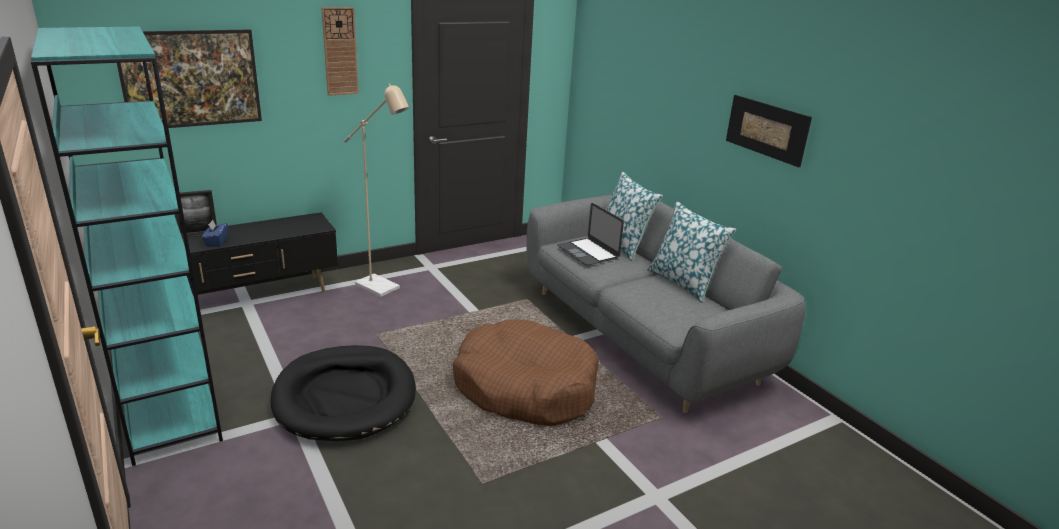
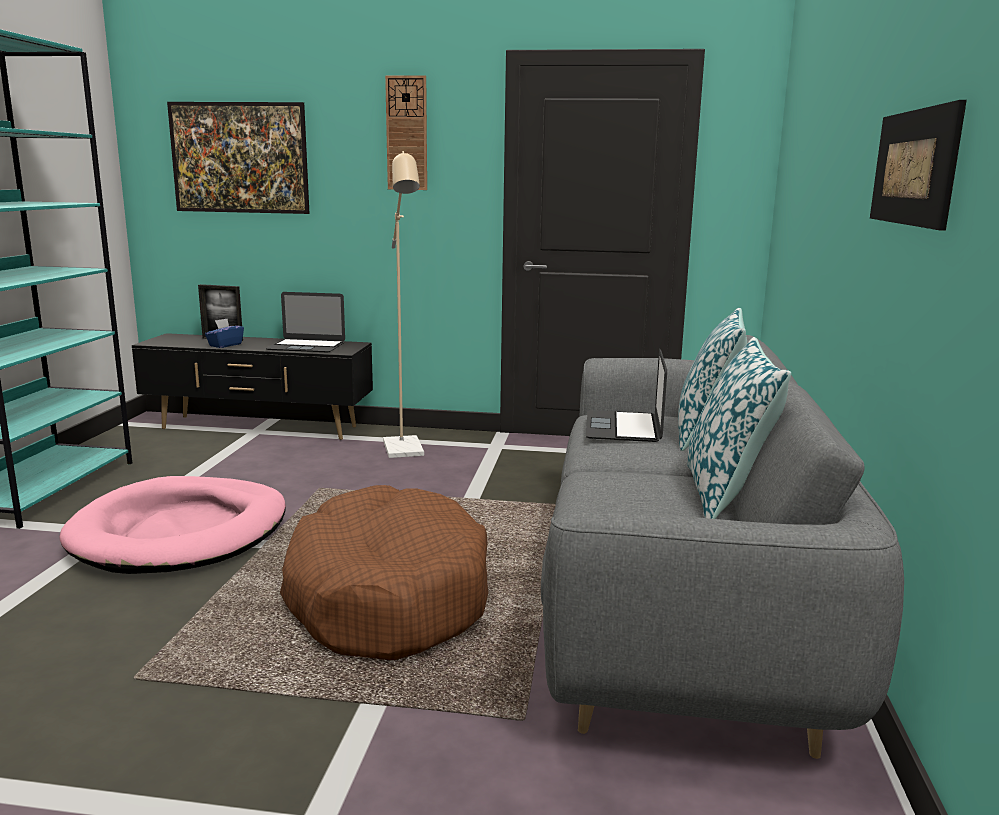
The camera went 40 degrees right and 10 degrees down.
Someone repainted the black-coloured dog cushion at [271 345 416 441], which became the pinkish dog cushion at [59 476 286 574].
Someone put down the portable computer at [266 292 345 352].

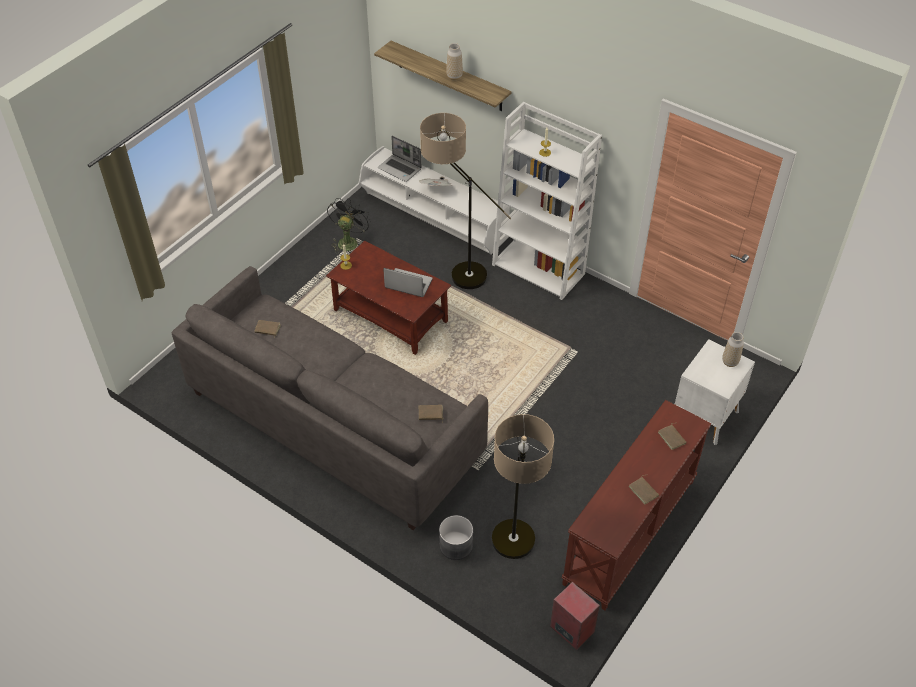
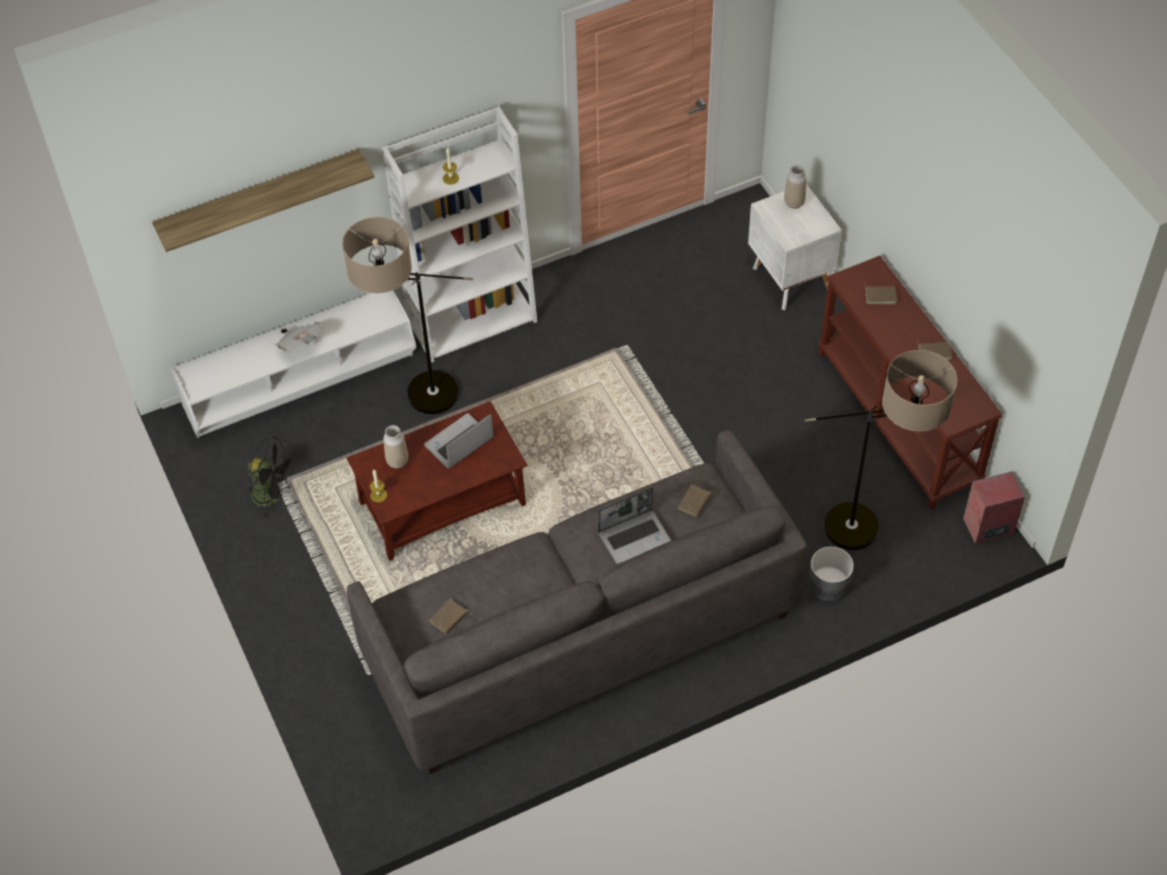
The camera went 60 degrees left and 5 degrees up.
Someone rotated the black-coloured cooling fan at [327 198 371 254] by 150 degrees clockwise.
Someone carried the flower vase from [447 43 463 80] to [384 425 408 469].
Someone carried the portable computer from [378 136 422 182] to [597 487 671 564].

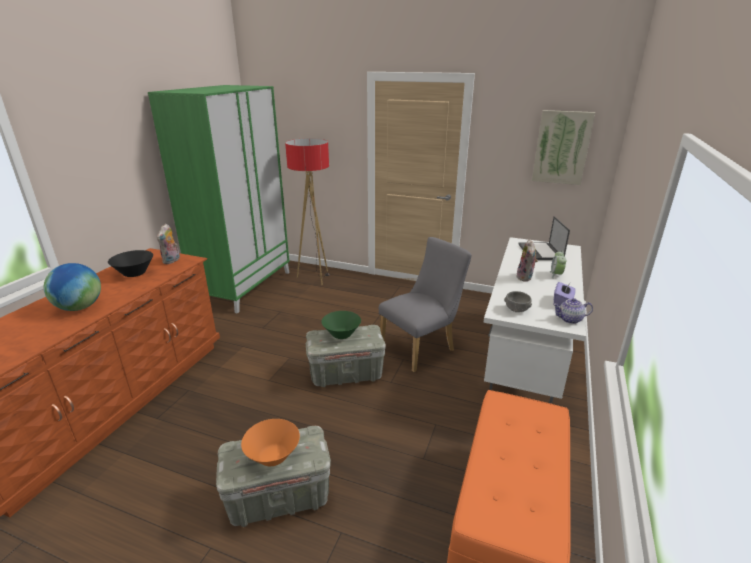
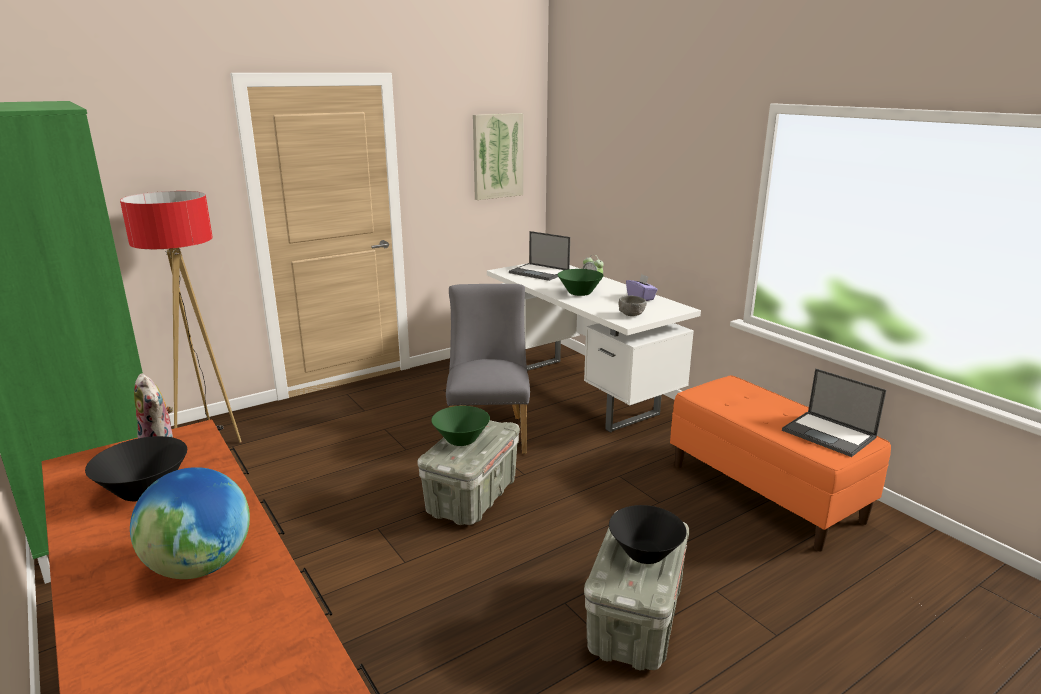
The camera went 55 degrees left and 5 degrees down.
Someone swapped the cuddly toy at [517 239 538 282] for the greenish serving bowl at [557 269 604 296].
Someone repainted the orange serving bowl at [241 419 300 466], which became the black-coloured serving bowl at [609 505 687 564].
Someone put down the portable computer at [782 368 886 457].
Someone took away the teapot at [553 298 593 324].

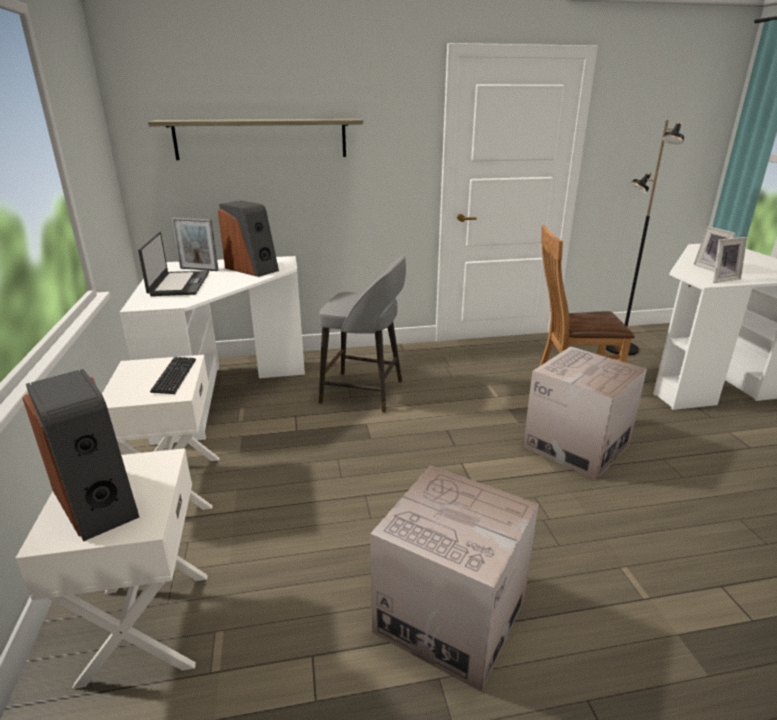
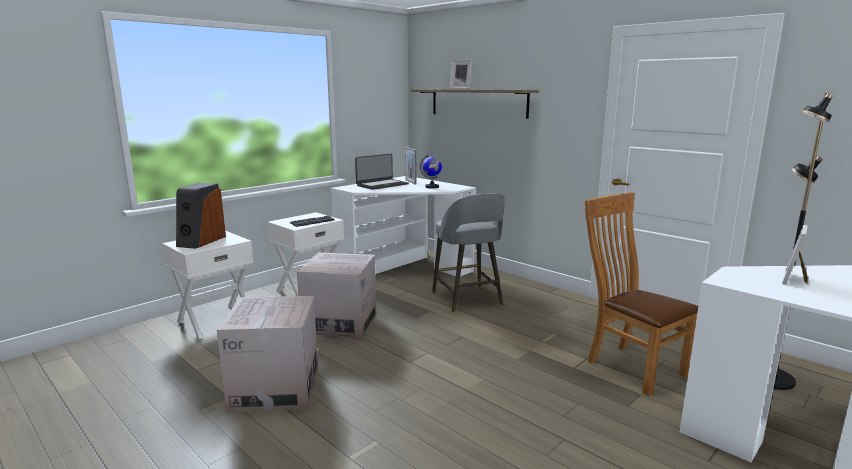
The camera went 55 degrees right and 10 degrees down.
Someone carried the packing box from [523 346 647 480] to [297 252 376 341].
Someone swapped the audio speaker at [218 201 279 277] for the globe at [420 154 442 189].
Someone carried the standing frame from [713 237 747 283] to [450 60 472 89].

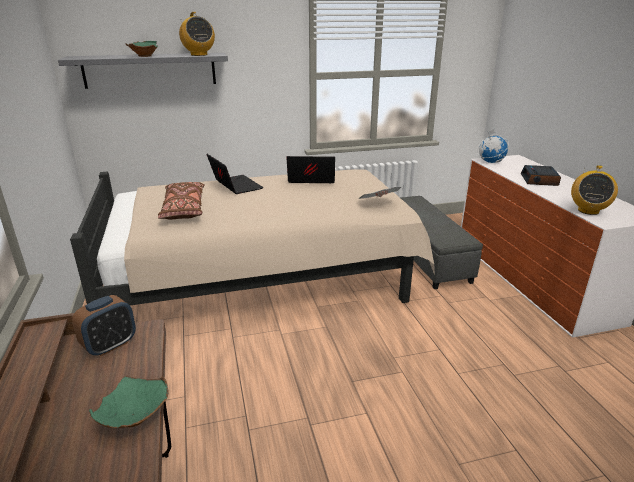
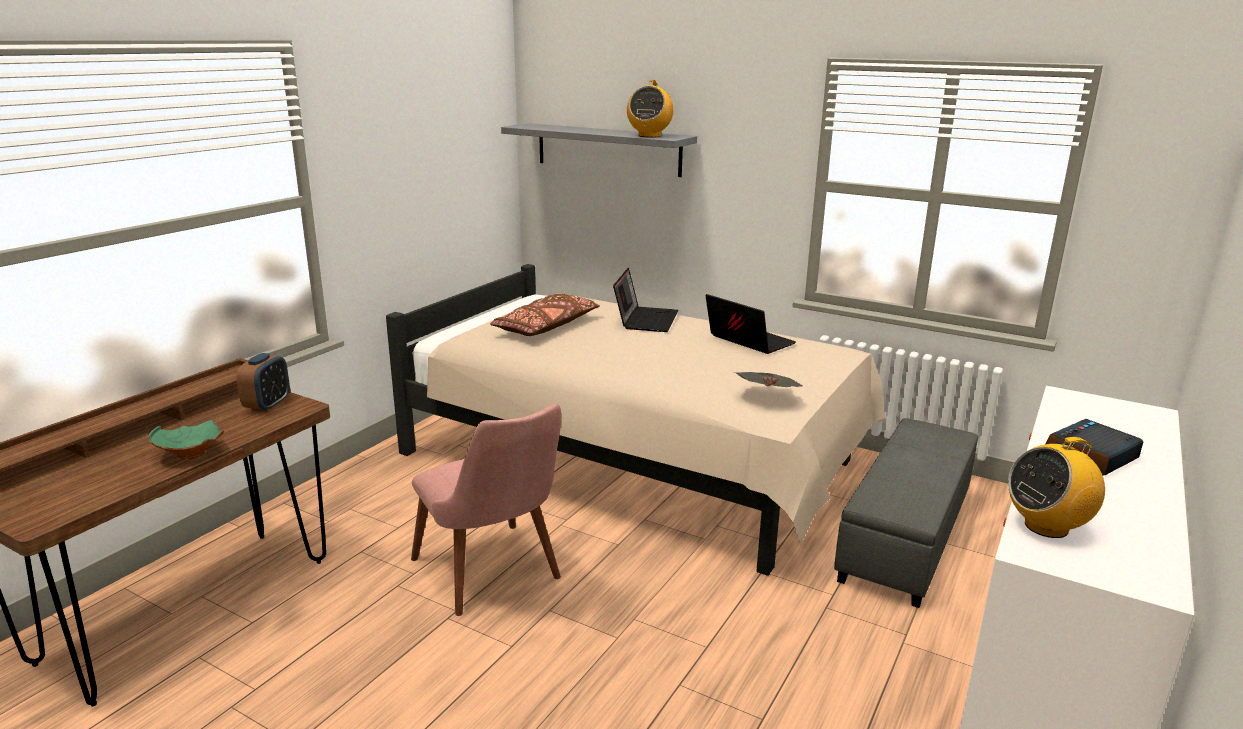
The camera went 45 degrees right and 5 degrees down.
Someone rotated the alarm clock at [72 295 136 356] by 75 degrees counterclockwise.
Someone put down the pinkish chair at [411 403 561 616].
Someone took away the greenish serving bowl at [125 41 158 57].
Someone took away the globe at [477 129 509 163].

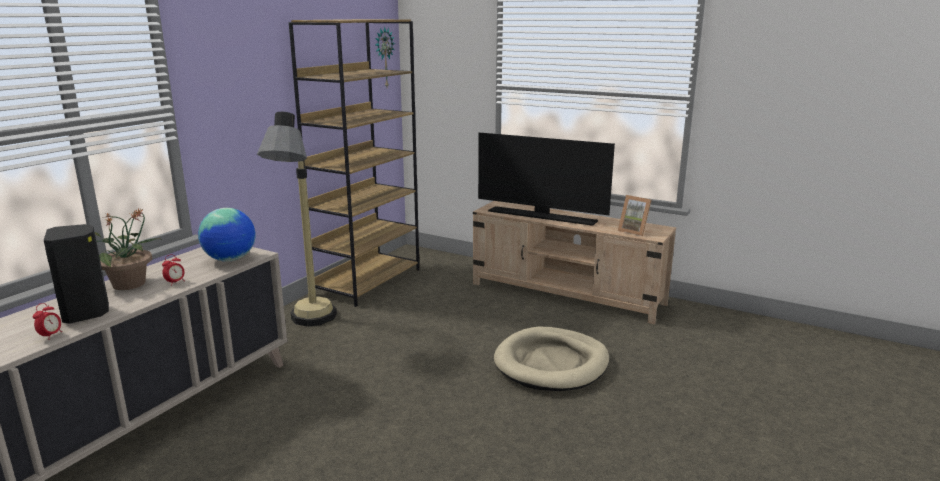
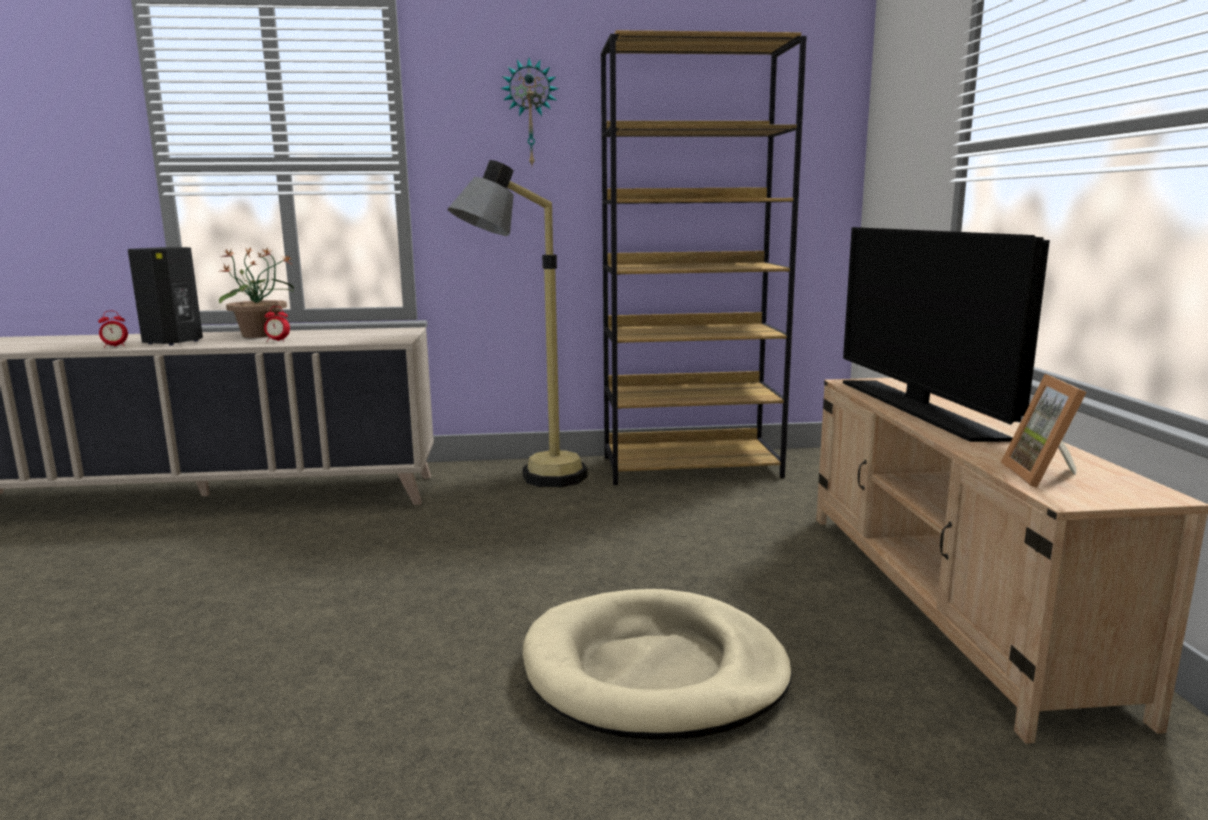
The camera went 55 degrees right and 5 degrees down.
Someone carried the clock on the wall from [375 26 395 87] to [501 58 559 165].
Someone took away the globe at [198 208 255 262].

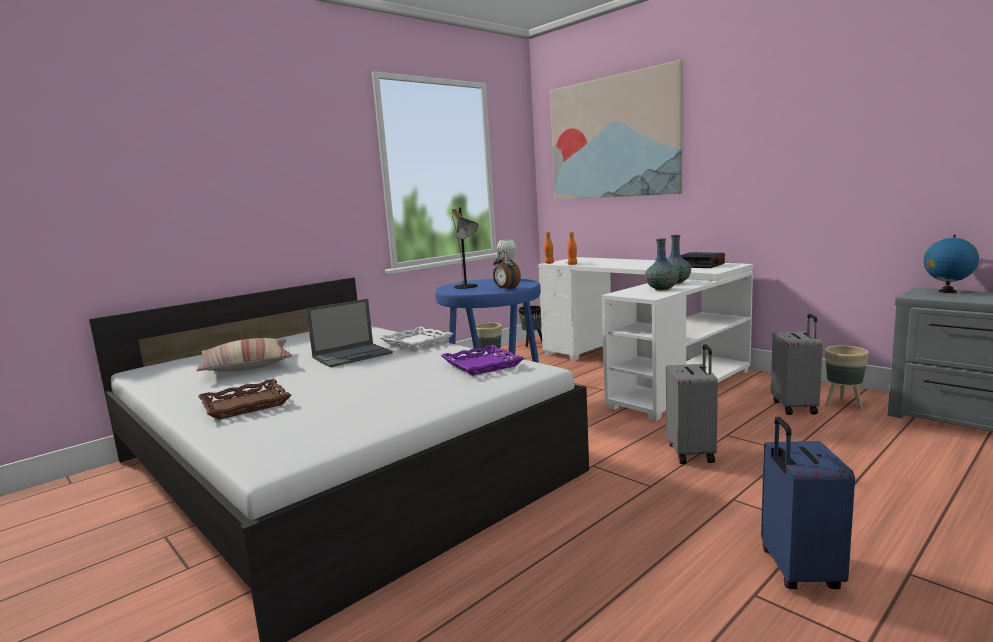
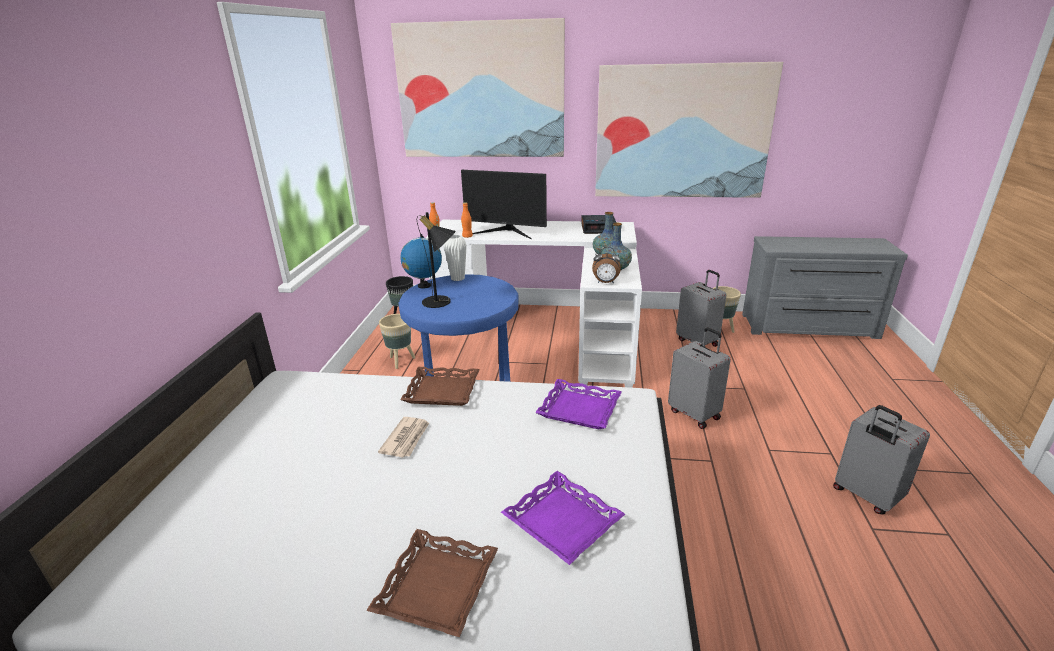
The camera went 40 degrees left and 15 degrees up.
Someone swapped the portable computer at [306 299 393 367] for the daily paper at [378 417 429 458].
Someone carried the globe from [924 235 979 293] to [400 234 442 288].
Someone repainted the whitish carrying tray at [379 327 454 350], which became the brown-coloured carrying tray at [400 367 480 406].
Someone put down the computer screen at [461 170 547 239].
Someone put down the purple carrying tray at [501 471 625 565].
Someone carried the alarm clock from [493 251 521 290] to [592 247 621 284].
Someone put up the wall picture at [595 62 783 198].
Someone repainted the blue-coloured travel case at [761 417 855 589], which became the gray travel case at [833 405 930 514].
Someone took away the throw pillow at [196 338 292 372].

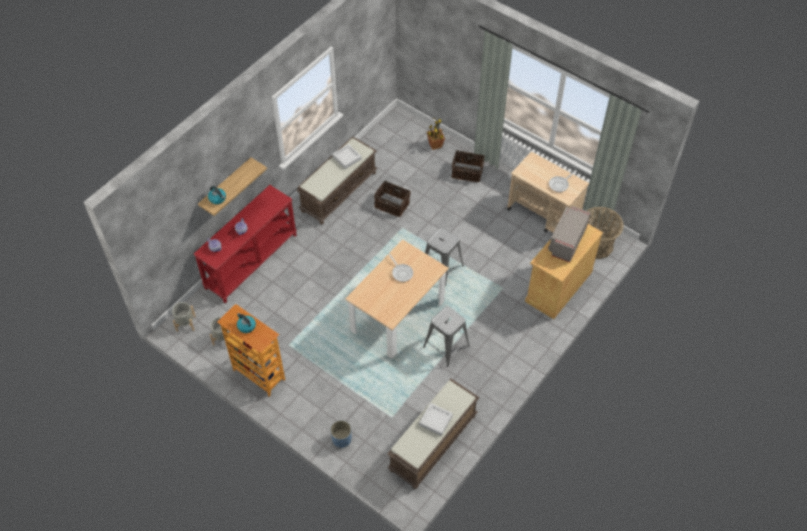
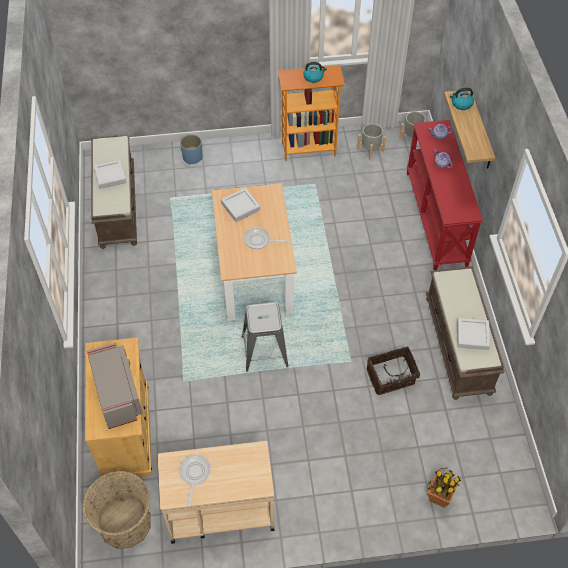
The camera went 135 degrees right and 0 degrees up.
Someone put down the gray carrying tray at [221 188 260 222].
Someone took away the gray stool at [423 306 470 367].
Someone took away the basket at [452 150 485 182].

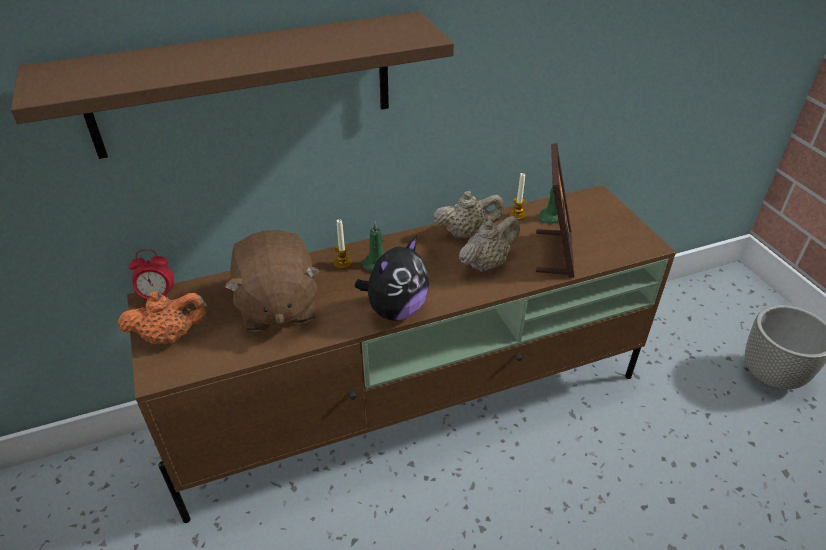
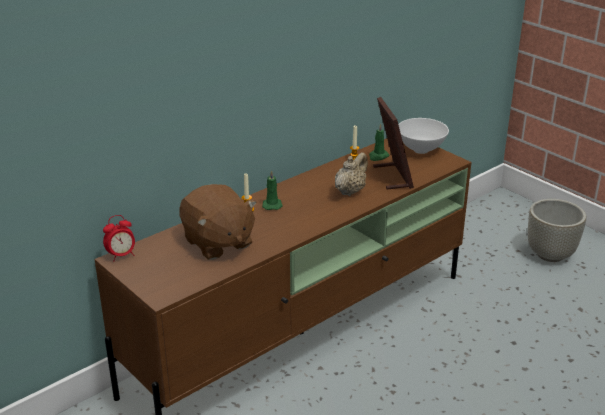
The camera went 20 degrees left and 10 degrees down.
Someone put down the whitish serving bowl at [398 118 449 154].
Someone took away the brown-coloured bracket shelf at [11 12 454 159].
Someone took away the orange teapot at [118 291 208 344].
Someone took away the cuddly toy at [355 236 429 321].
Someone took away the sand-coloured teapot at [433 191 504 238].

